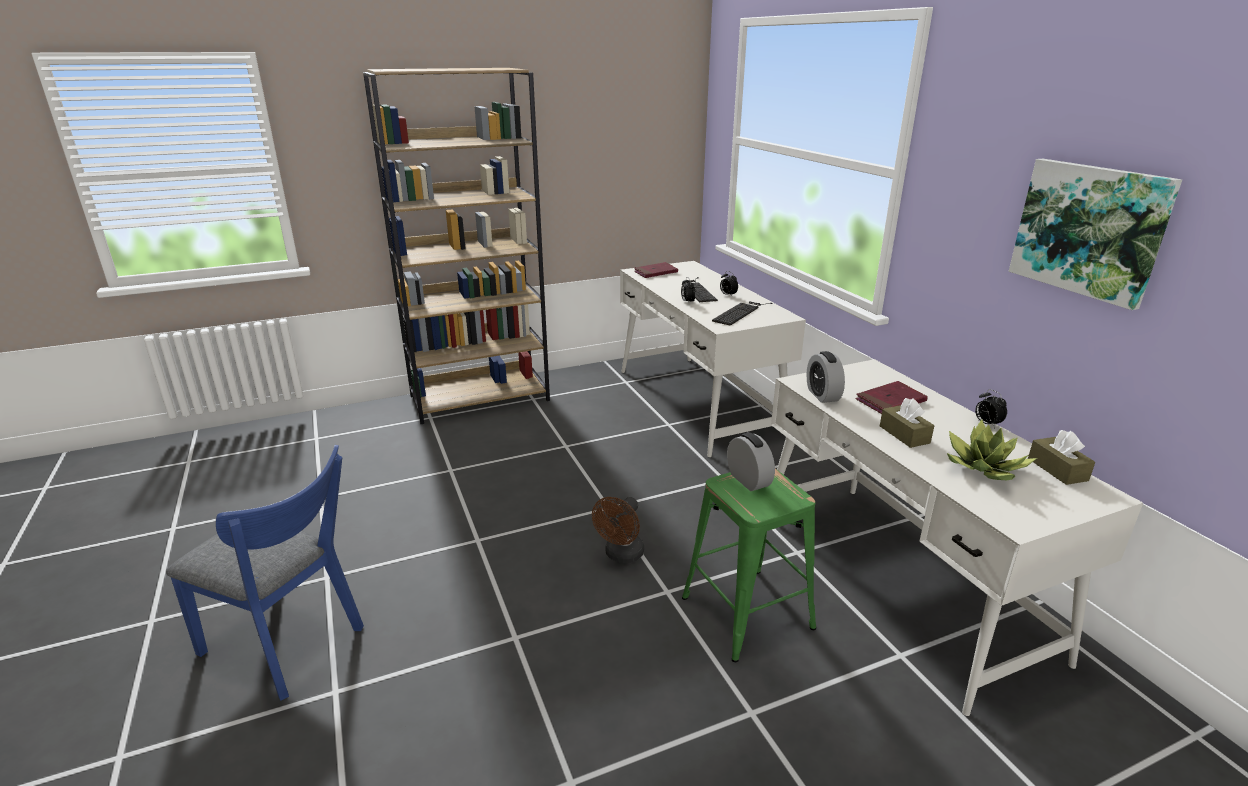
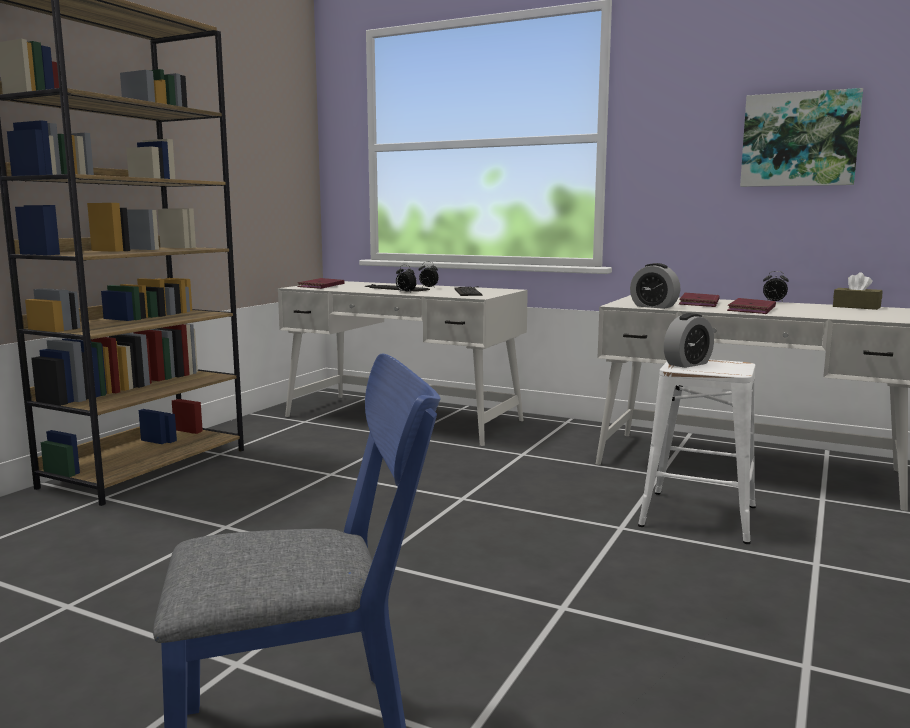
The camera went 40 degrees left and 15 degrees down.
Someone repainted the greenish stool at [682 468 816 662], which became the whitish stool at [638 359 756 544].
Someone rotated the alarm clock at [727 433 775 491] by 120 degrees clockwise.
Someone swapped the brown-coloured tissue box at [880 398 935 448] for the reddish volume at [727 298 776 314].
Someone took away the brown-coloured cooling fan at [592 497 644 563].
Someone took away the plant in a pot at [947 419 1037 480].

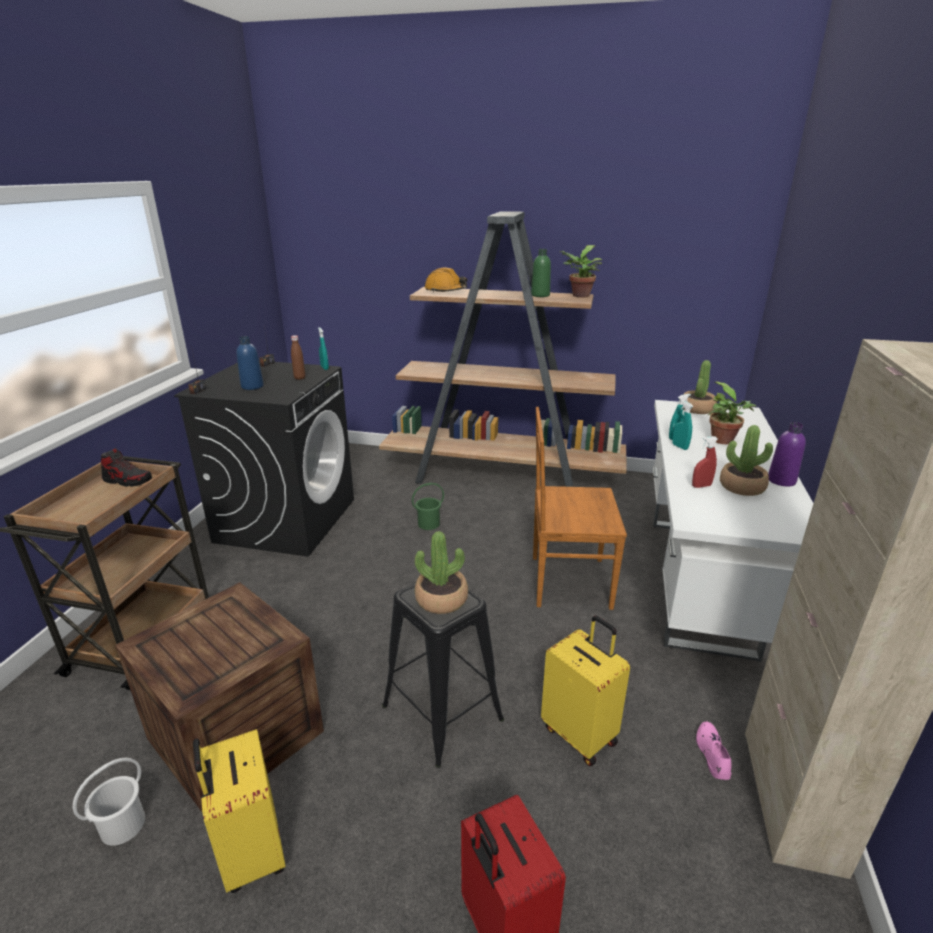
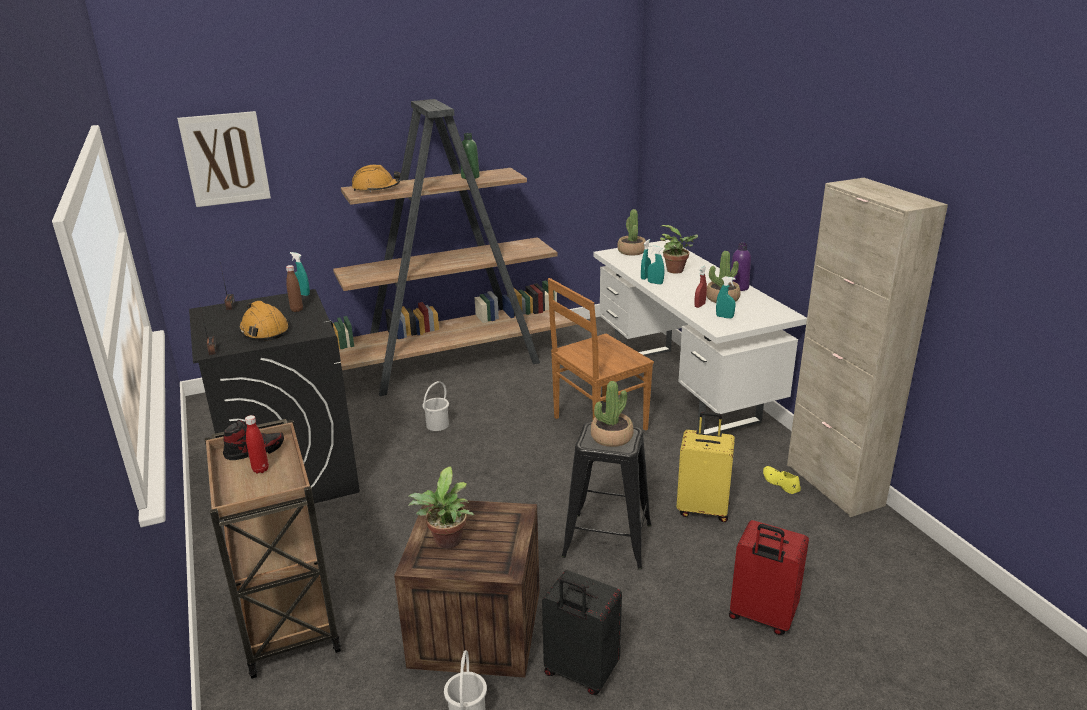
The camera went 35 degrees left and 0 degrees up.
Someone put up the wall picture at [177 111 271 207].
Someone swapped the blue-coloured beverage bottle at [236 336 263 390] for the orange safety helmet at [239 301 289 341].
Someone put down the reddish beverage bottle at [245 415 269 473].
Someone carried the plant in a pot from [560 245 602 297] to [408 467 474 549].
Someone repainted the greenish water bucket at [412 483 444 530], which became the whitish water bucket at [423 381 449 431].
Someone repainted the yellow travel case at [193 729 285 893], which became the black-coloured travel case at [542 570 622 695].
Someone put down the turquoise-coloured spray bottle at [716 276 736 319].
Someone repainted the pinkish shoe at [696 722 731 780], which became the yellow shoe at [763 466 801 494].

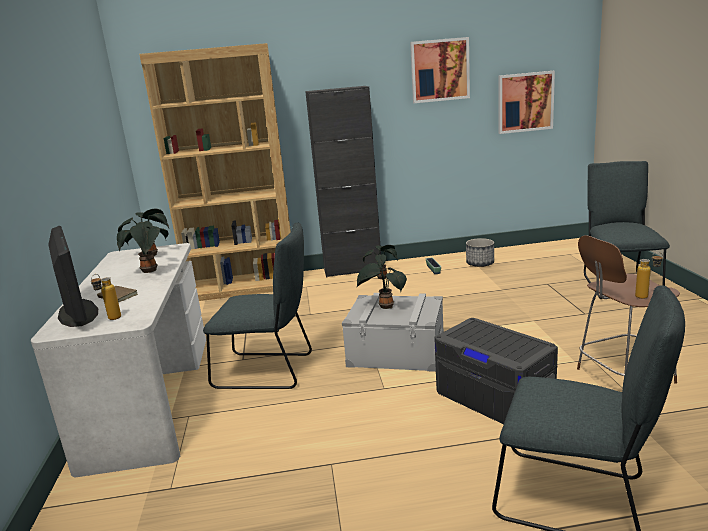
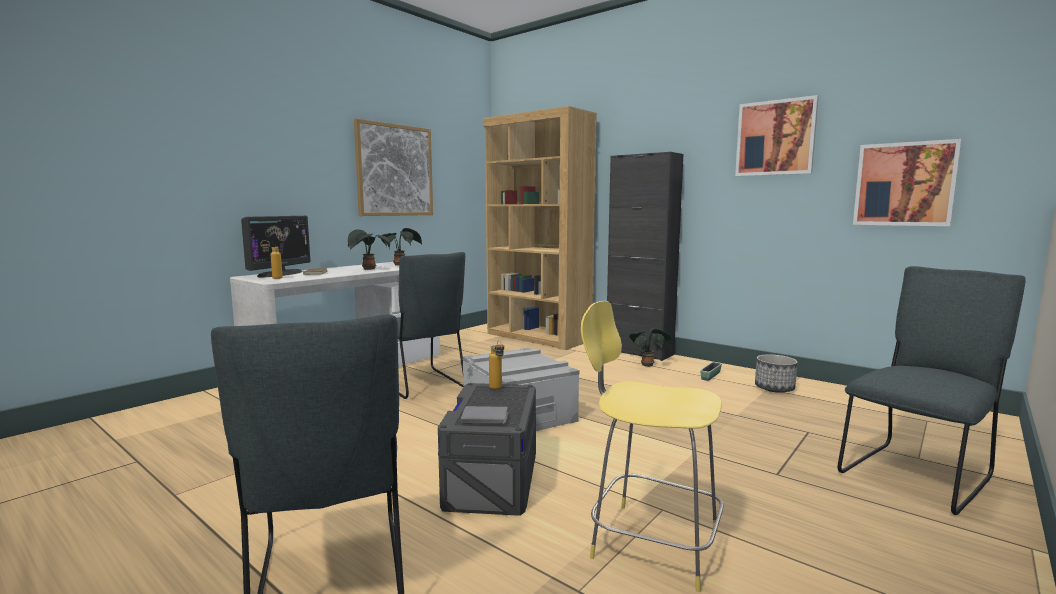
The camera went 45 degrees right and 10 degrees down.
Someone put up the wall picture at [354 119 433 216].
Someone put down the gray volume at [461 406 509 424].
Someone carried the beverage bottle from [635 252 663 299] to [489 340 504 389].
Someone repainted the brown-coloured stool at [577 235 680 384], which became the yellow stool at [581 301 723 592].
Someone took away the plant in a pot at [357 263 407 309].

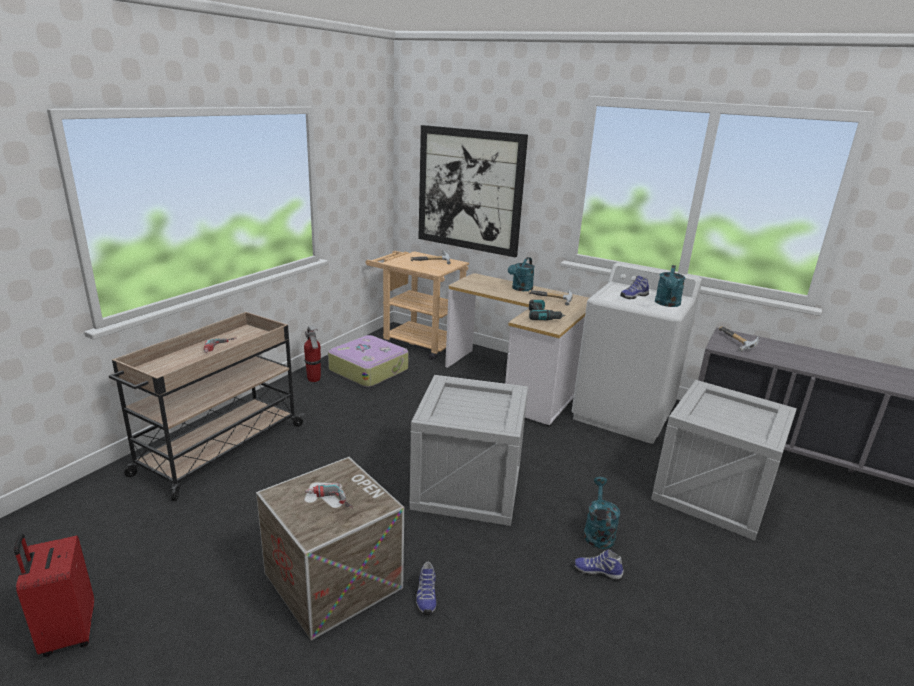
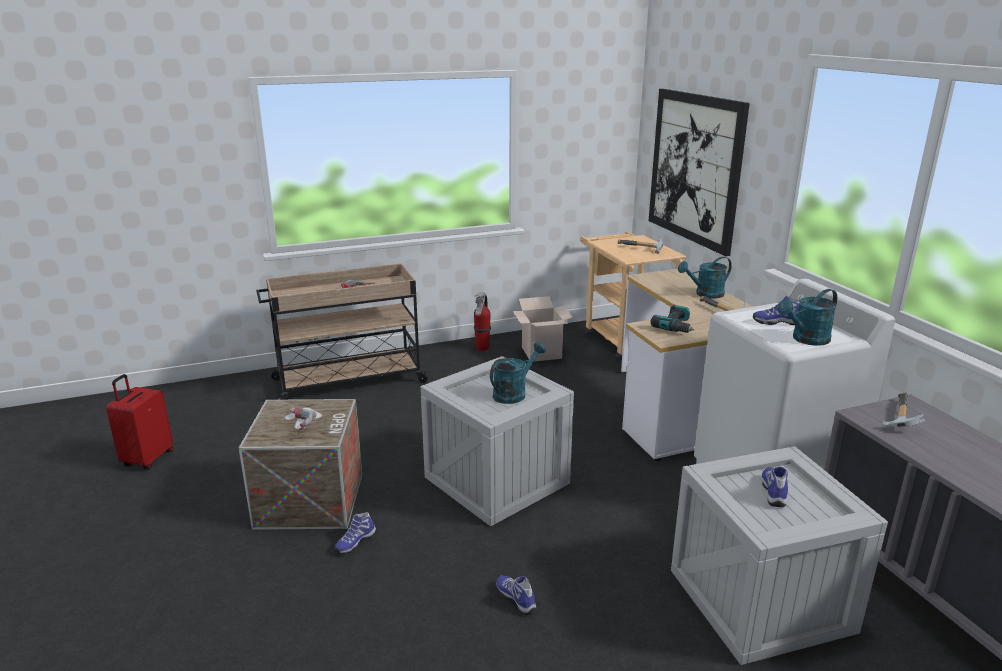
The camera went 40 degrees right and 0 degrees up.
Someone carried the turquoise-coloured sprinkling can from [584 477 620 549] to [490 342 546 404].
Someone swapped the travel case at [328 335 409 387] for the packing box at [513 296 573 362].
Someone put down the shoe at [762 467 788 507].

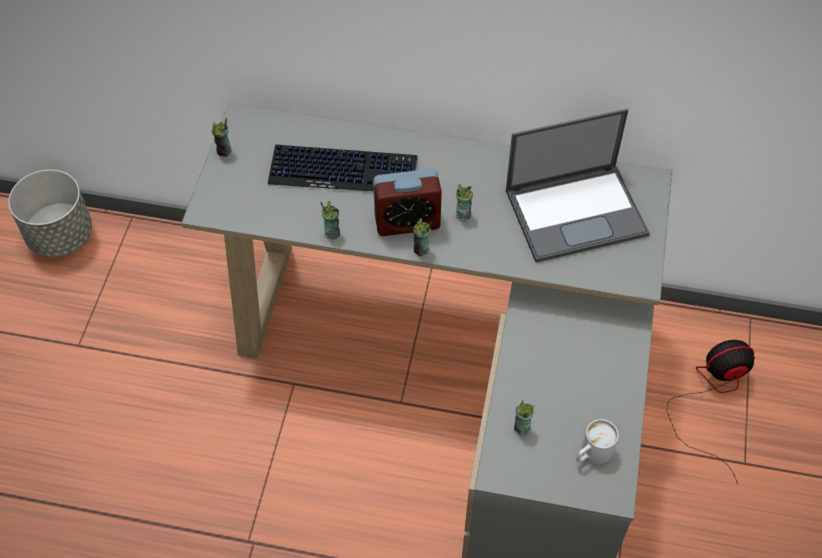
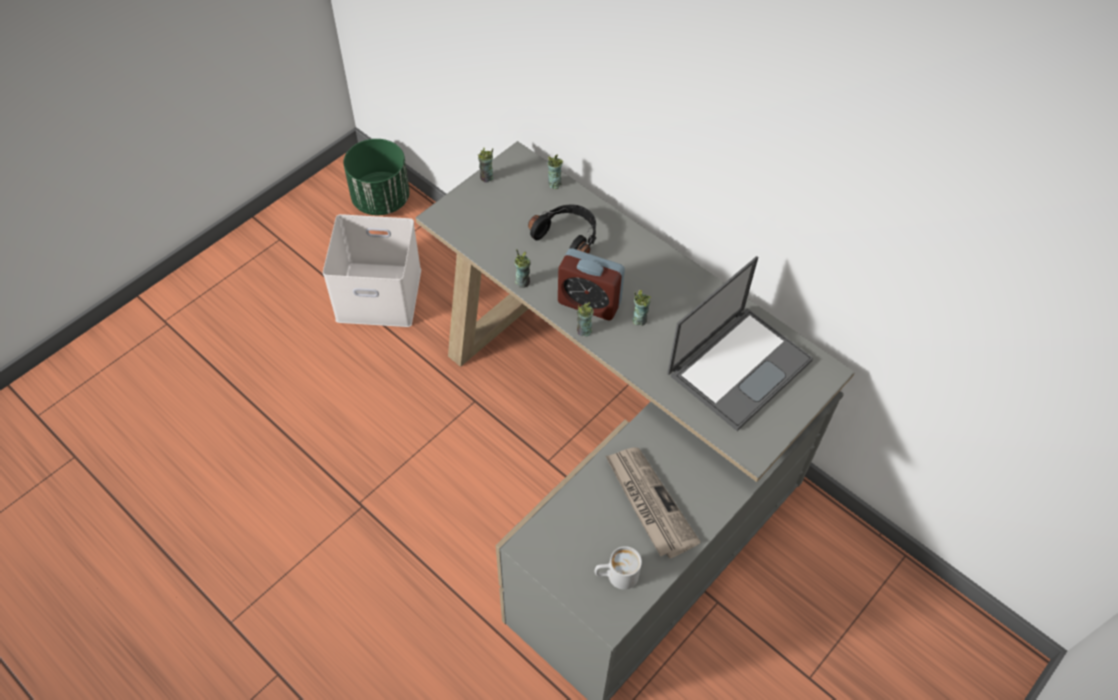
The camera went 30 degrees right and 0 degrees up.
Someone put down the whitish storage container at [323 214 421 327].
Someone repainted the gray plant pot at [8 170 92 257], which became the greenish plant pot at [344 139 410 215].
Someone swapped the PC keyboard at [268 144 417 191] for the black-coloured headset at [528 204 596 254].
Someone carried the small cup from [514 401 535 436] to [547 155 563 189].
Someone put down the daily paper at [606 447 701 559].
Someone rotated the portable computer at [506 109 650 263] by 60 degrees counterclockwise.
Someone took away the cooling fan at [667 340 755 484].

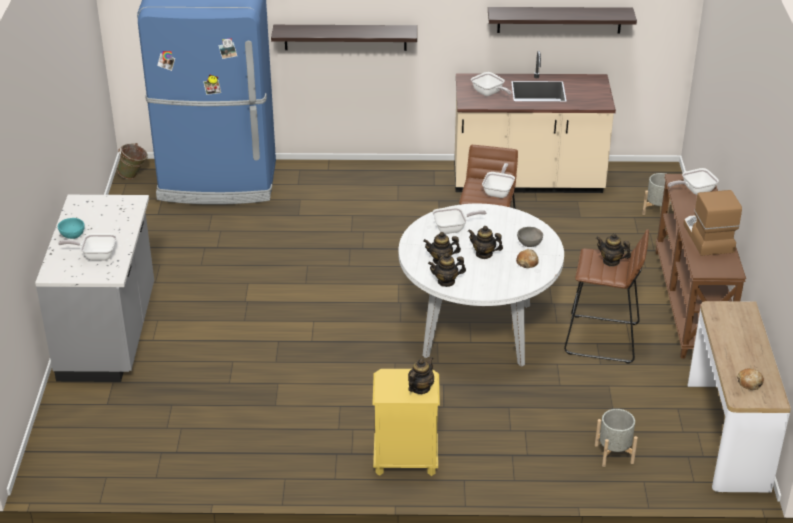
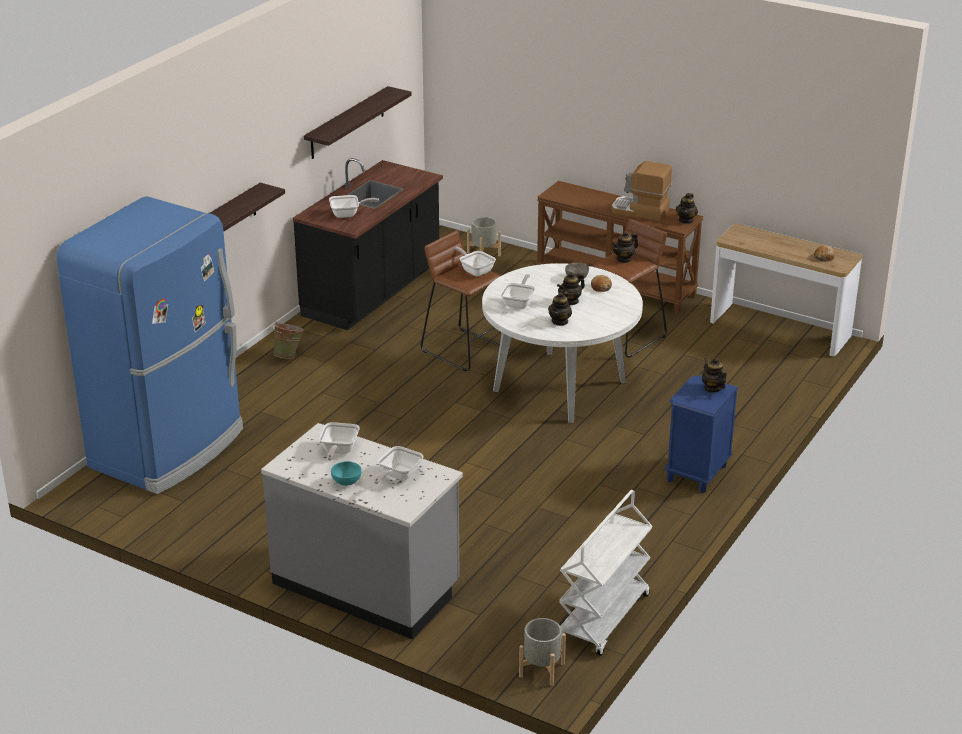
The camera went 60 degrees left and 5 degrees down.
Someone carried the greenish water bucket from [118 143 148 179] to [272 321 304 359].
Someone repainted the sand-coloured kitchen counter at [454 51 616 193], which became the black-coloured kitchen counter at [293 158 443 330].
Someone carried the skillet from [668 168 719 195] to [319 422 360 461].
Someone carried the gray plant pot from [595 409 638 467] to [519 618 566 686].
Someone put down the whitish trolley at [559 490 652 656].
Someone repainted the yellow nightstand at [372 369 440 476], which became the blue-coloured nightstand at [665 376 738 493].
Someone carried the teapot from [428 253 466 287] to [676 193 698 224].

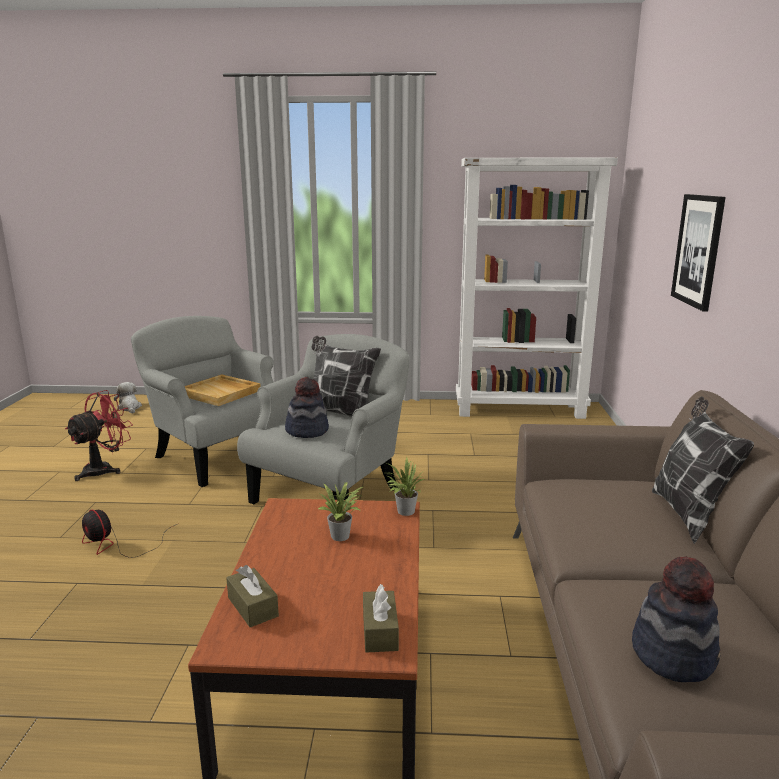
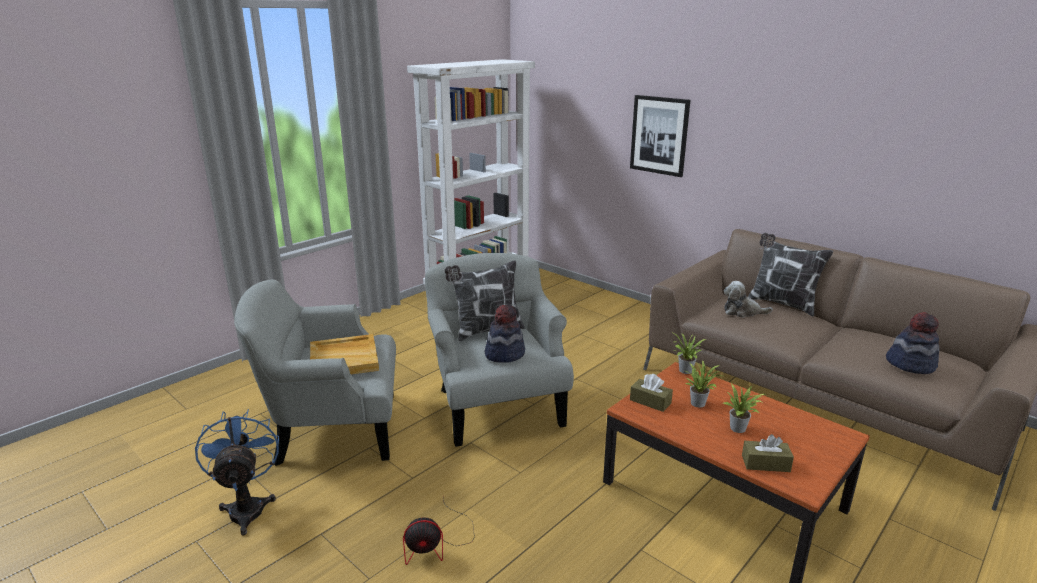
The camera went 50 degrees left and 5 degrees up.
Someone repainted the reddish cooling fan at [65 390 133 481], which became the blue-coloured cooling fan at [195 409 279 536].
Someone carried the brown-coloured tissue box from [363 584 399 653] to [630 374 673 412].
Someone put down the plant in a pot at [722 384 765 433].
Someone carried the cuddly toy from [114 382 142 413] to [724 281 773 318].

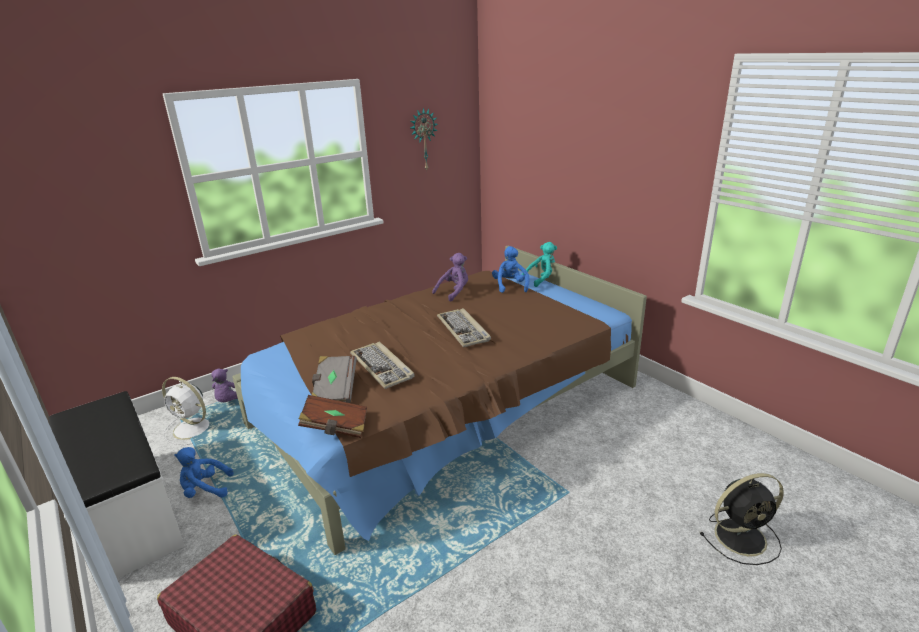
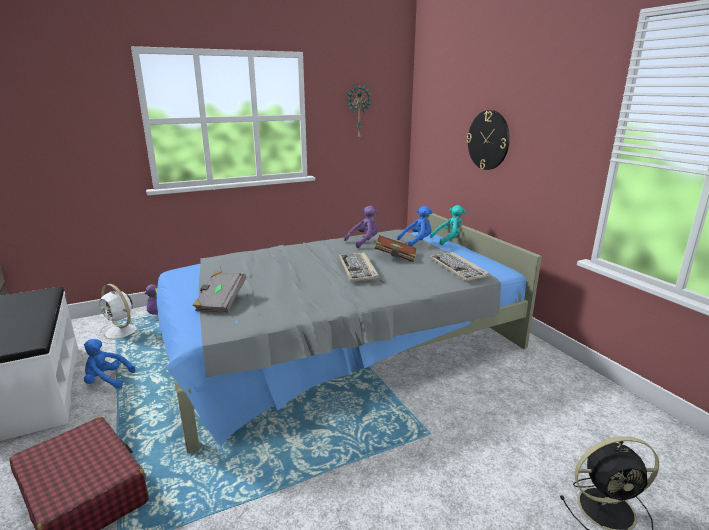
The camera went 10 degrees right and 5 degrees down.
Someone repainted the brown-coloured sleeping bed at [232 245 647 555], which became the gray sleeping bed at [155 213 542 453].
Someone carried the brown-coloured volume from [298 395 367 438] to [375 235 416 262].
Someone rotated the blue-coloured cuddly toy at [492 246 530 293] by 60 degrees clockwise.
Someone carried the PC keyboard from [350 342 415 389] to [429 252 489 281].
Someone put up the clock on the wall at [467 110 510 170].

